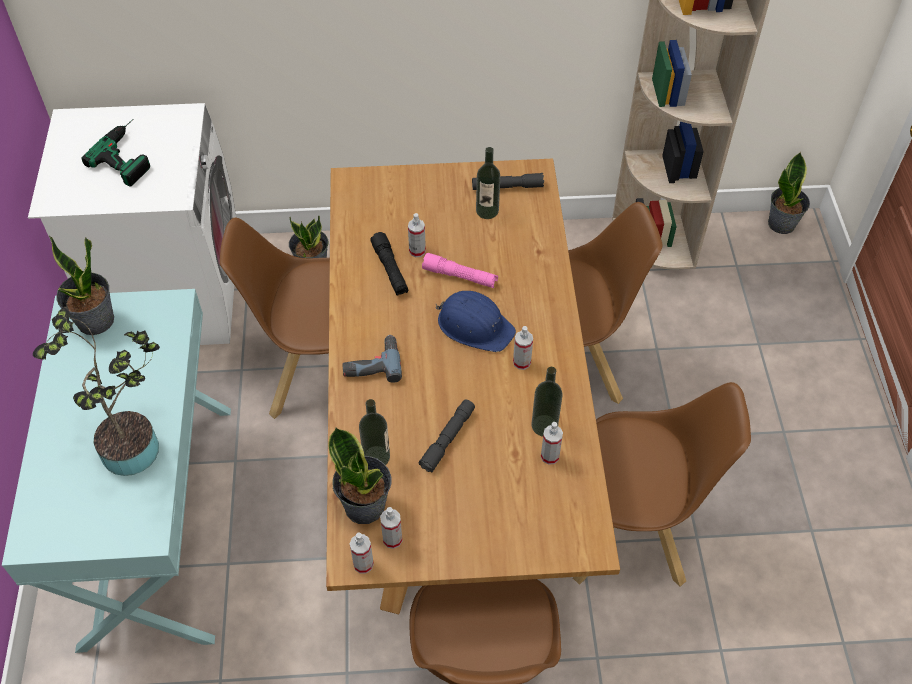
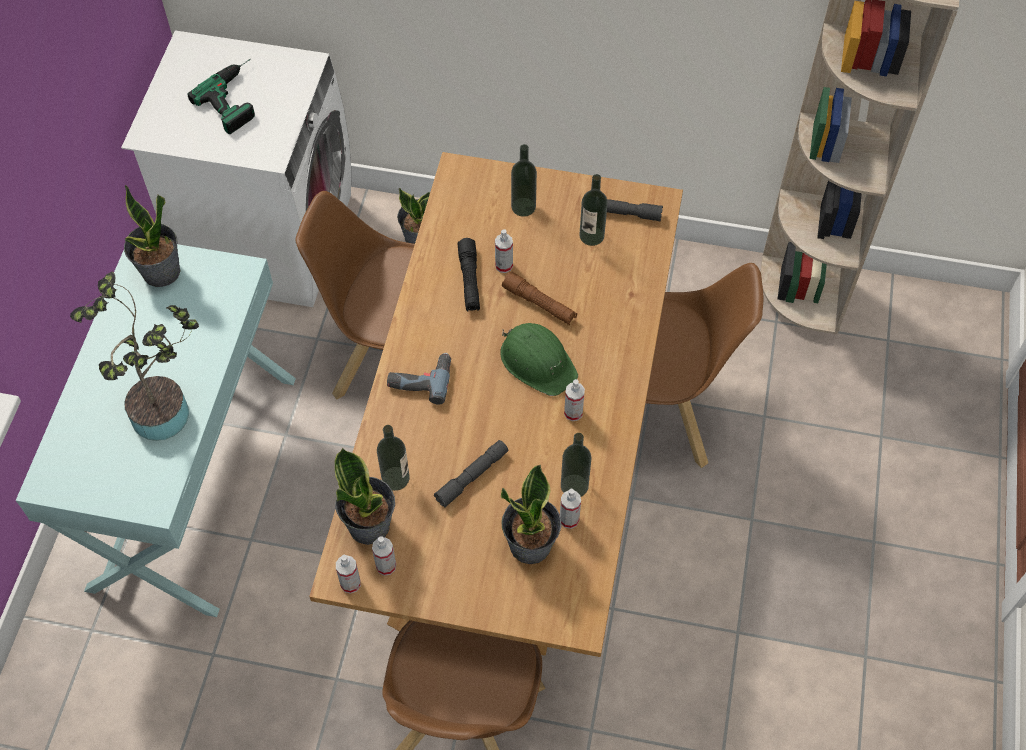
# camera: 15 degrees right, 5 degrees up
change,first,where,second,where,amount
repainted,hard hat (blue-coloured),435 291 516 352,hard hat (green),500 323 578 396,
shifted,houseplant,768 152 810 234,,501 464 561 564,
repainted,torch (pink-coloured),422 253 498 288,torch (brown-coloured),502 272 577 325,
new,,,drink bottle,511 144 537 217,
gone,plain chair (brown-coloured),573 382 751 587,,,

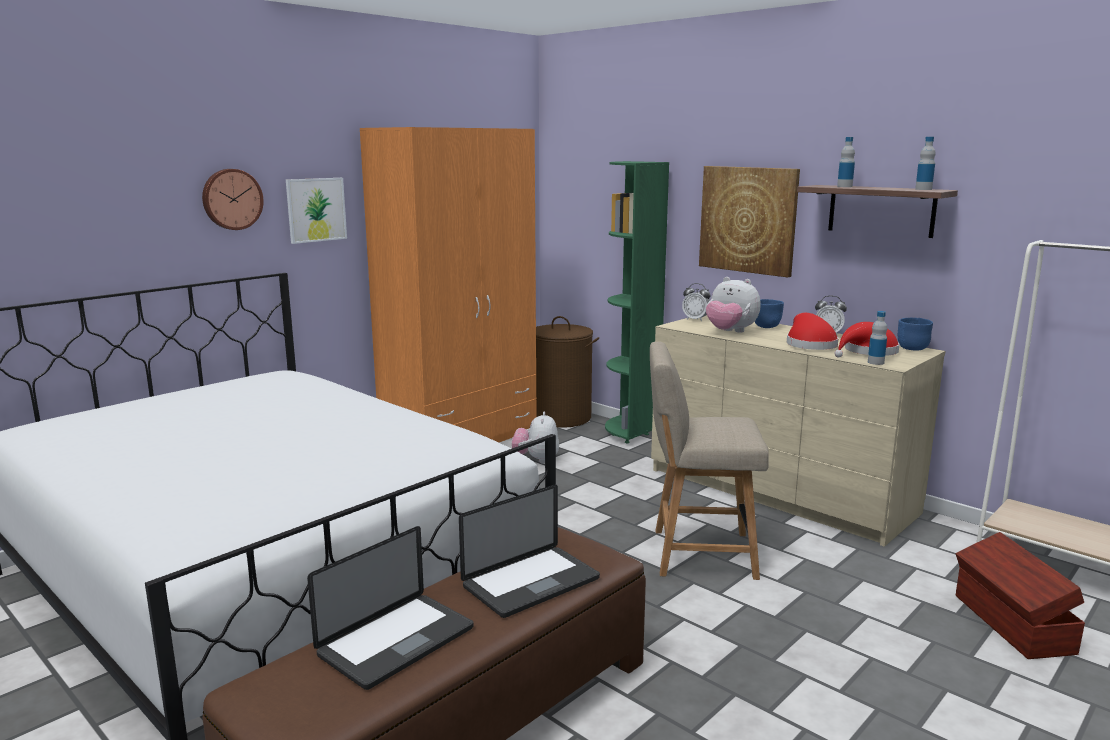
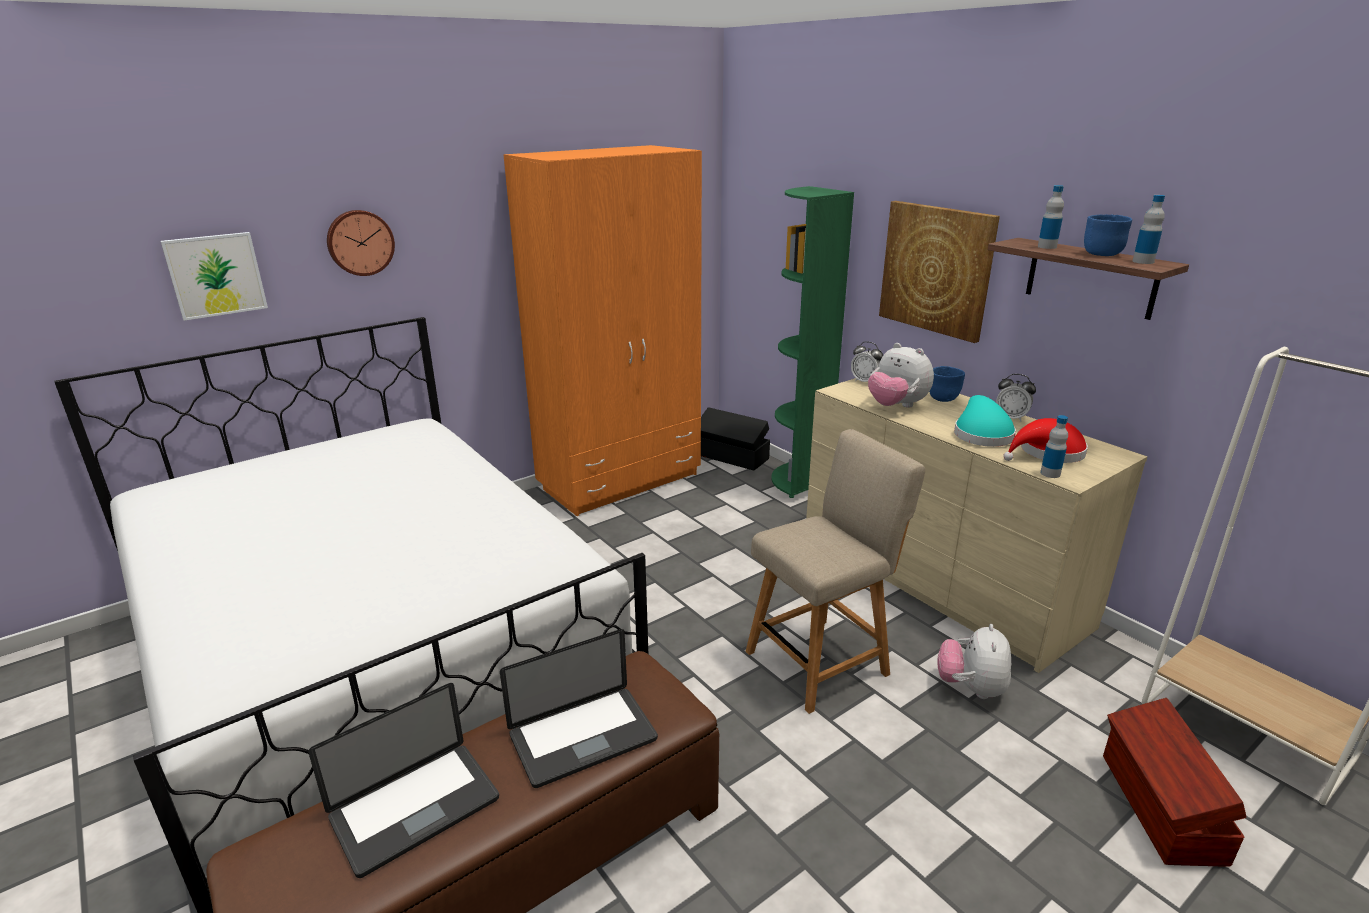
# camera: 10 degrees right, 10 degrees up
change,first,where,second,where,amount
shifted,picture,286 178 347 244,,161 232 268 321,
swapped,laundry basket (brown-coloured),536 316 599 428,storage bin (black-coloured),700 407 770 470,
rotated,plain chair (beige),650 342 769 580,,746 429 925 714,135 degrees clockwise
shifted,cuddly toy,512 412 559 463,,938 624 1011 699,
repainted,hat (reddish),787 313 838 350,hat (turquoise),954 395 1016 447,
shifted,serving bowl (blue-coloured),898 318 933 351,,1084 214 1132 256,

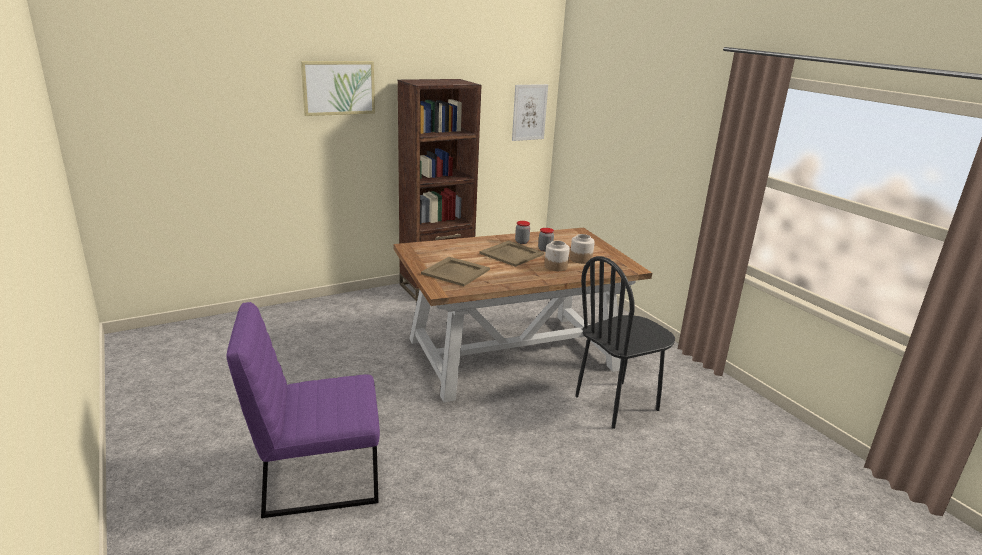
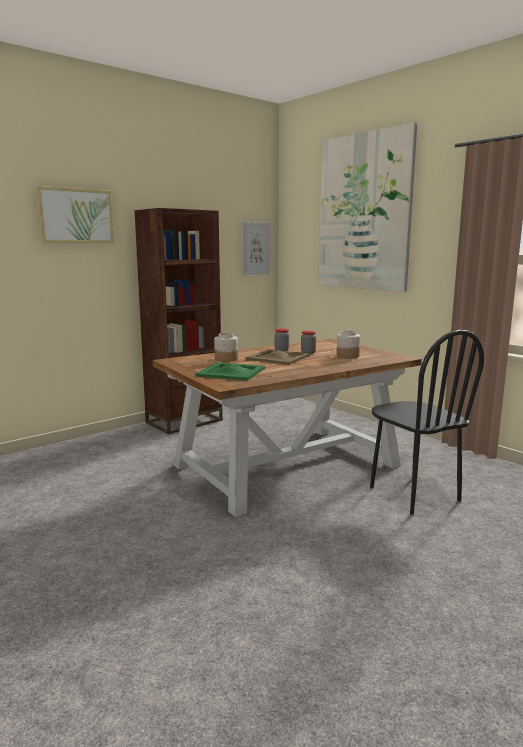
# camera: 10 degrees left, 10 degrees down
change,first,where,second,where,amount
repainted,tray (beige),421 257 490 286,tray (green),196 362 265 381,
shifted,jar,544 241 570 271,,214 333 238 362,
new,,,picture,318 122 417 292,
rotated,plain chair (black-coloured),575 256 675 429,,370 330 484 515,75 degrees counterclockwise
gone,plain chair (purple-coloured),226 302 380 518,,,

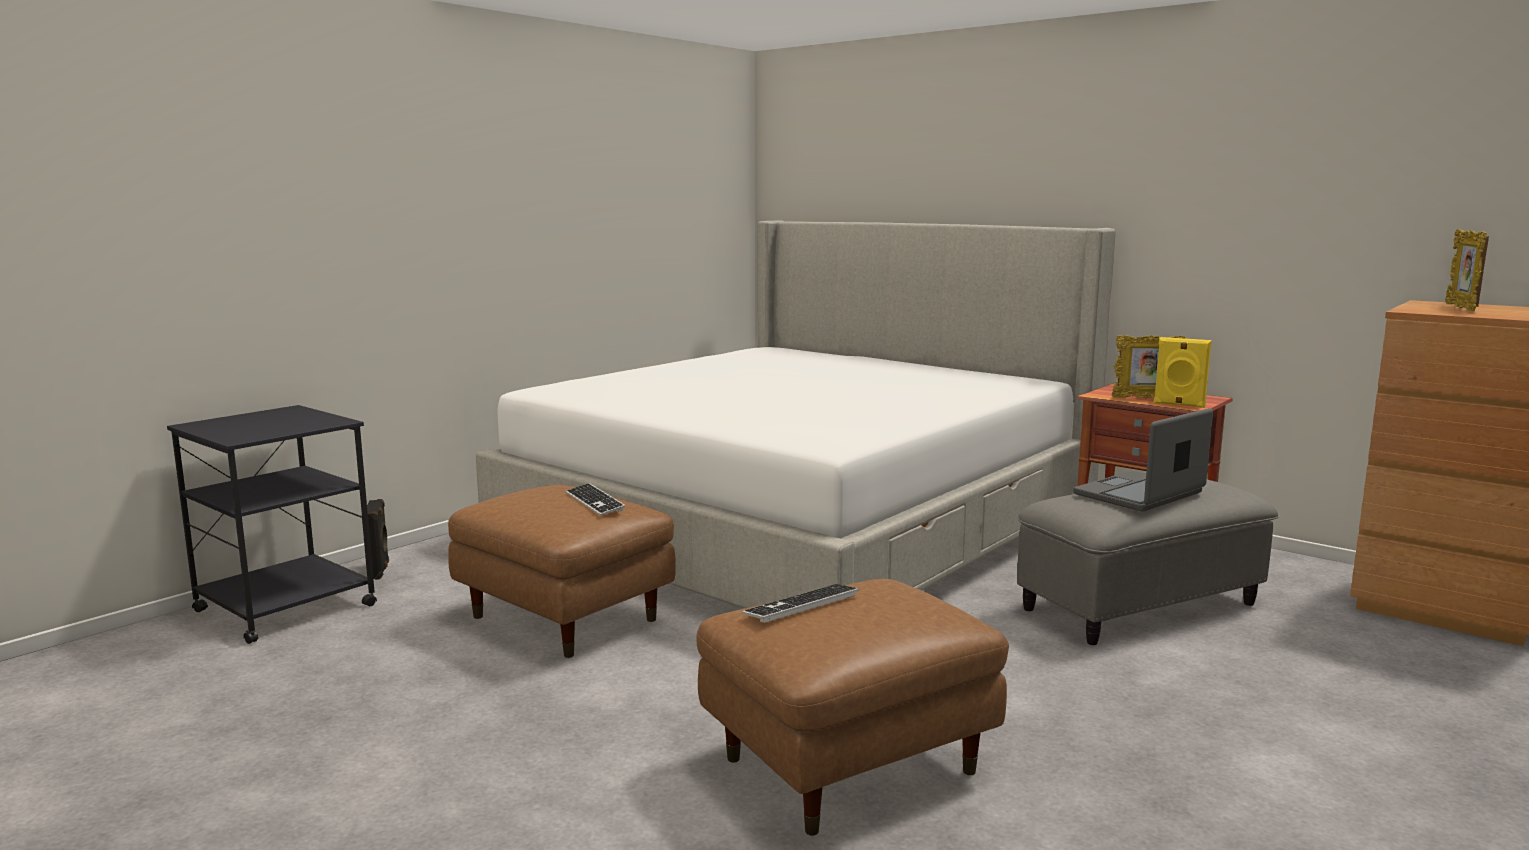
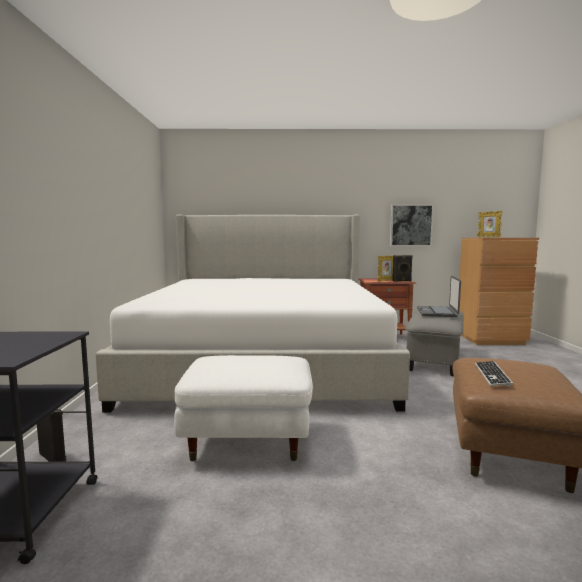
# camera: 40 degrees left, 5 degrees down
change,first,where,second,where,amount
repainted,footrest (brown-coloured),448 484 675 658,footrest (whitish),174 355 313 462,
new,,,picture,390 204 434 246,
repainted,audio speaker (yellowish),1154 337 1212 408,audio speaker (black-coloured),392 255 413 282,
gone,PC keyboard,566 483 625 516,,,

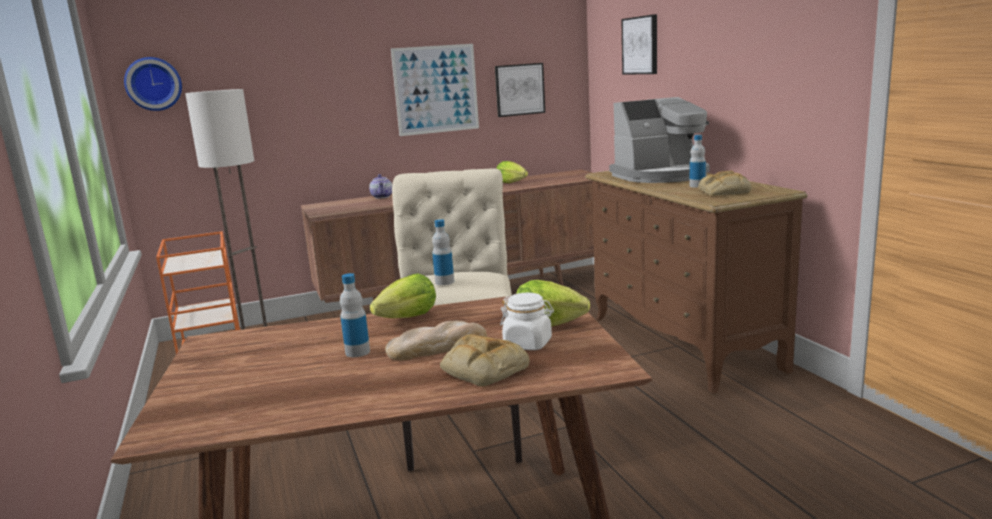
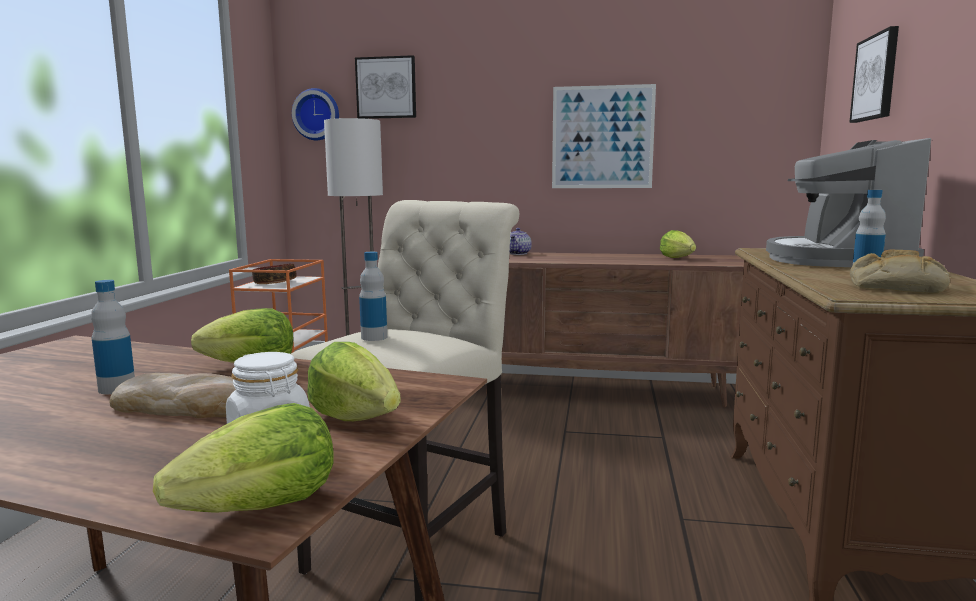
# camera: 30 degrees right, 5 degrees down
change,first,where,second,where,amount
new,,,lettuce head,153 403 334 513,
new,,,serving bowl,252 263 297 284,
shifted,picture,495 63 545 117,,355 55 416 119,
rotated,coffee brewer,609 97 710 183,,766 138 931 267,90 degrees clockwise
gone,baked bread,440 334 530 387,,,

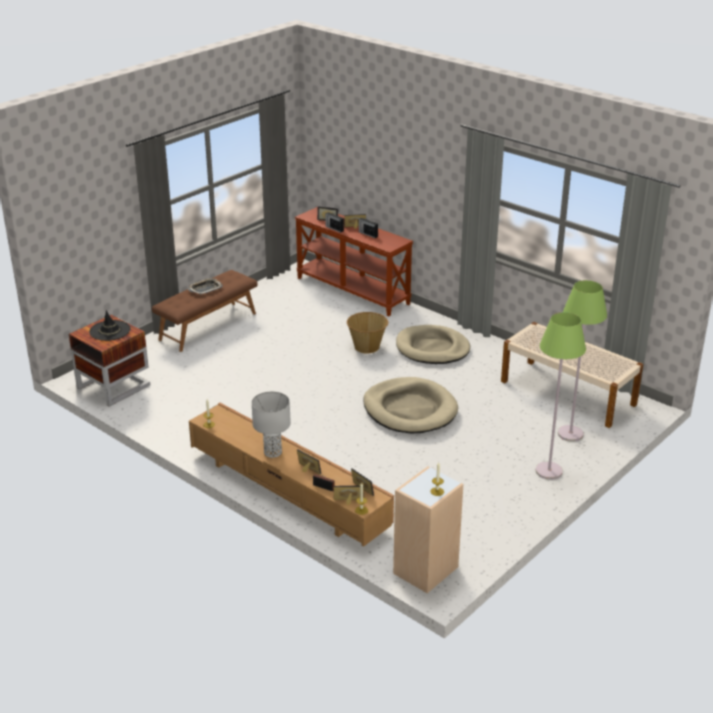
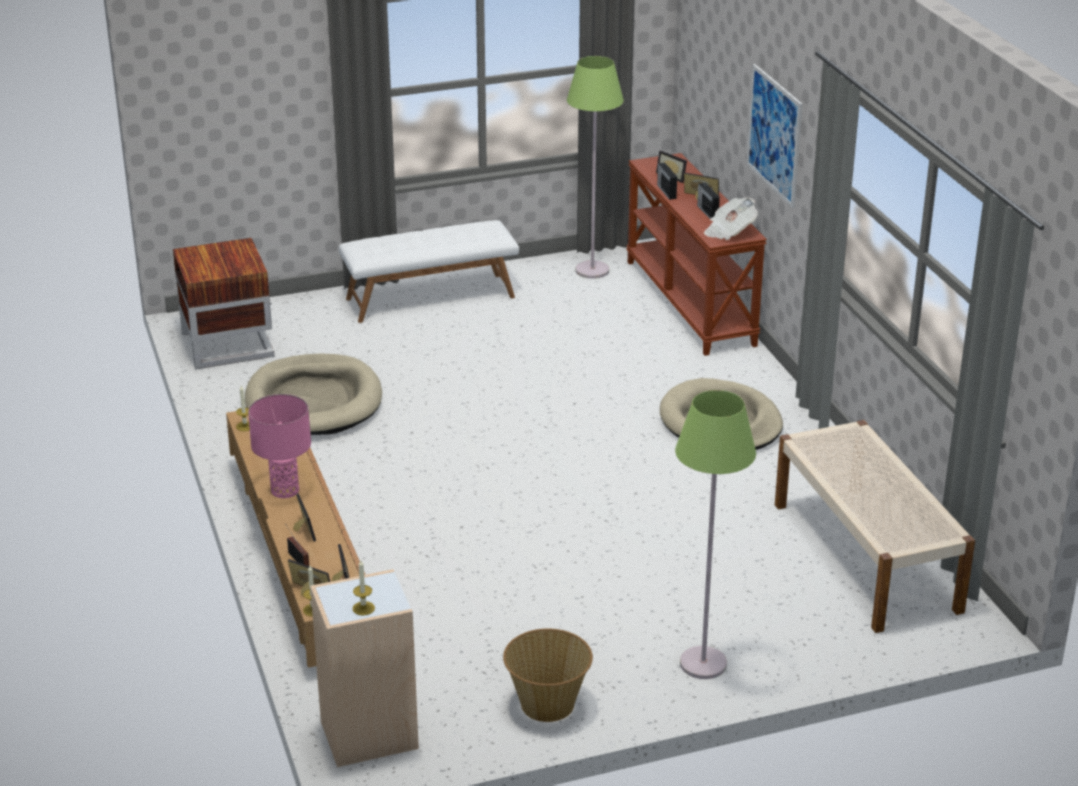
# camera: 30 degrees right, 0 degrees up
change,first,where,second,where,amount
shifted,pet bed (beige),363 377 458 433,,245 353 382 435,
repainted,lamp for a table (whitish),252 391 291 458,lamp for a table (pink-coloured),248 394 311 498,
repainted,long seat (brown-coloured),152 270 258 352,long seat (whitish),339 220 519 323,
shifted,basket,347 312 388 353,,503 629 593 722,
shifted,floor lamp (green),558 280 607 442,,567 56 624 279,
new,,,newspaper,704 198 758 240,
new,,,picture,746 64 802 208,
gone,hat (black-coloured),89 310 131 341,,,
gone,tray,188 278 223 295,,,

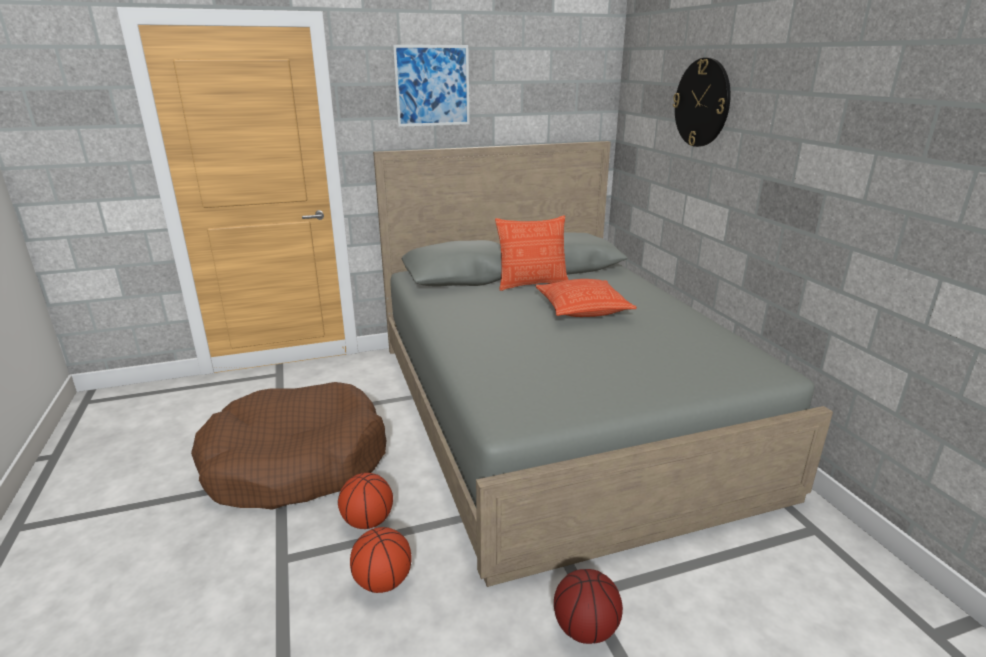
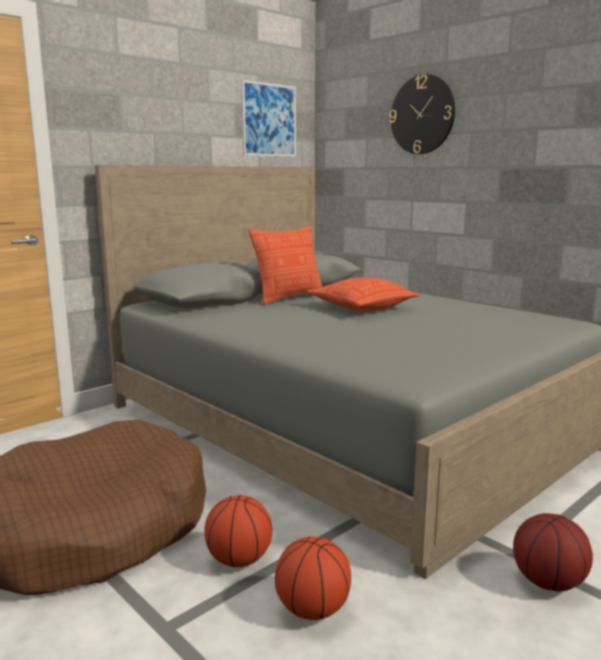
# camera: 25 degrees left, 10 degrees down
change,first,where,second,where,amount
shifted,picture,393 45 470 127,,241 80 296 157,

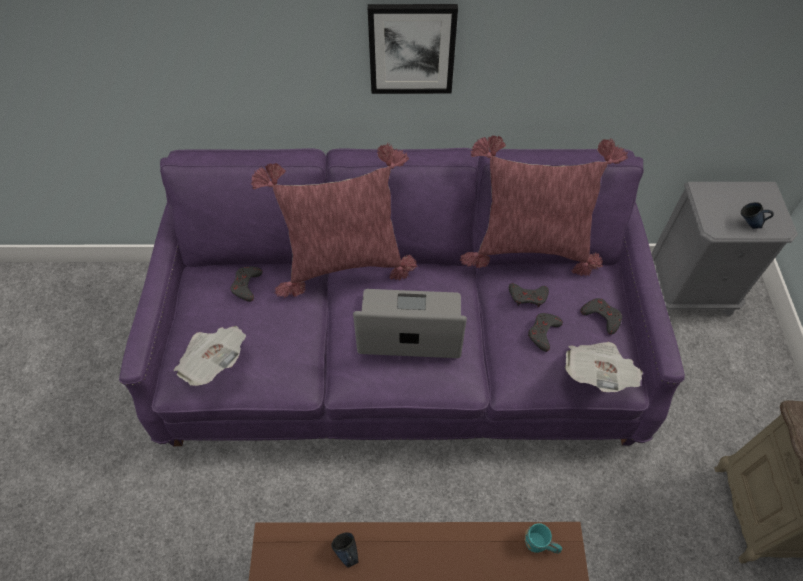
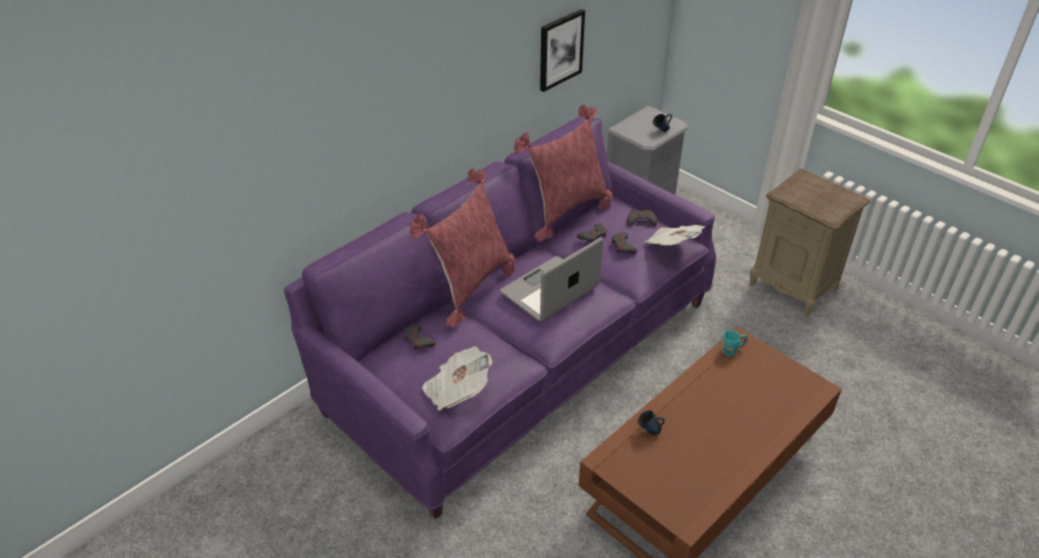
# camera: 45 degrees left, 15 degrees down
change,first,where,second,where,amount
shifted,picture,368 4 458 94,,540 9 585 92,

